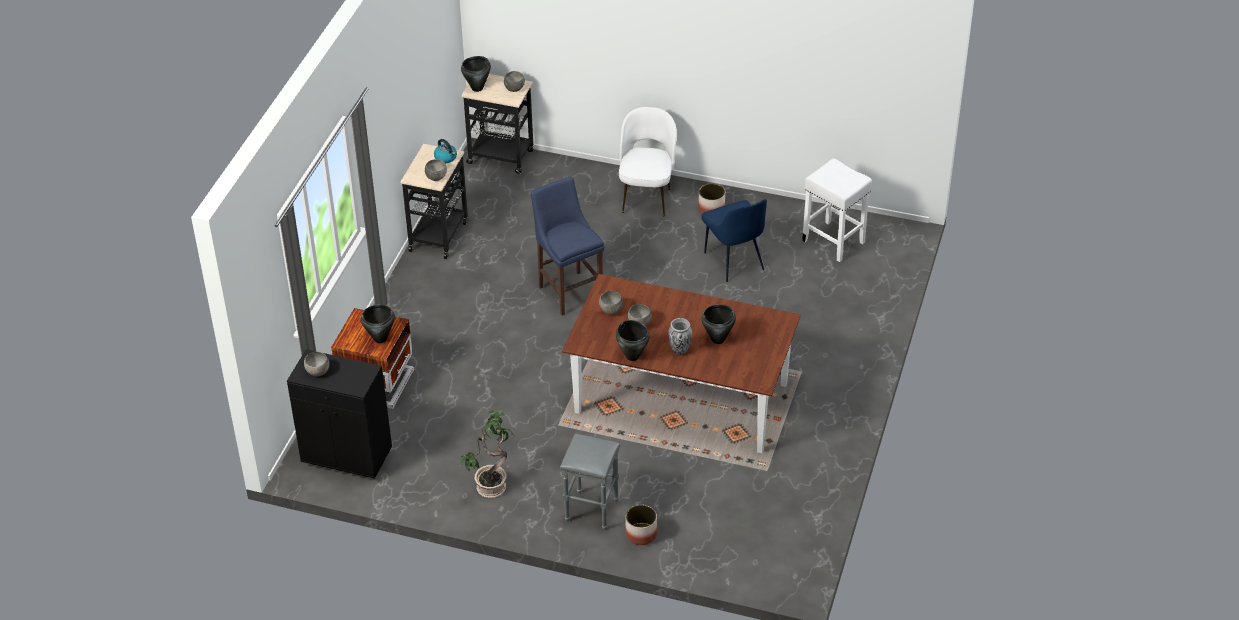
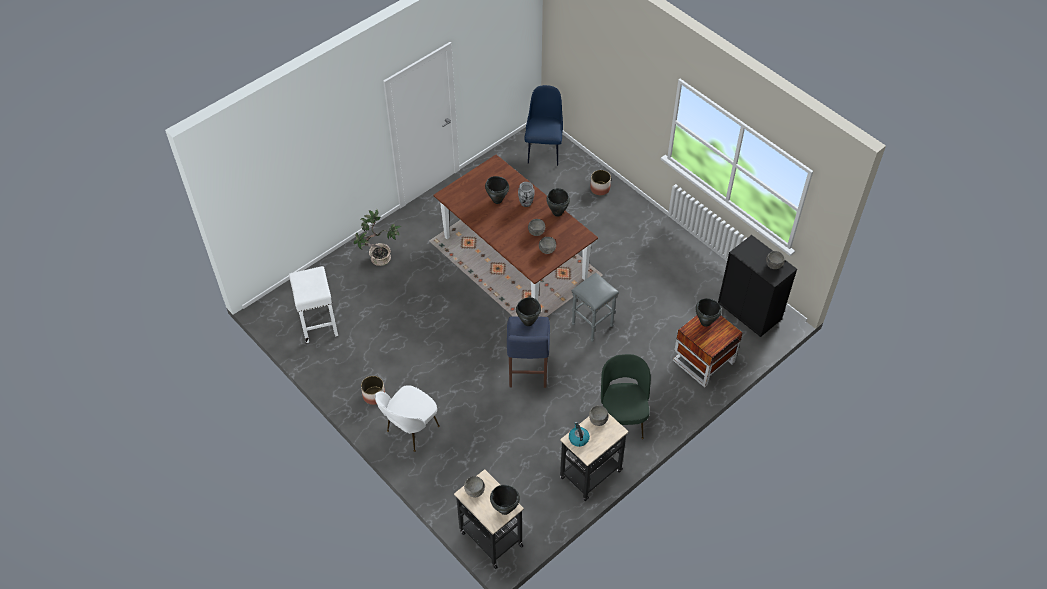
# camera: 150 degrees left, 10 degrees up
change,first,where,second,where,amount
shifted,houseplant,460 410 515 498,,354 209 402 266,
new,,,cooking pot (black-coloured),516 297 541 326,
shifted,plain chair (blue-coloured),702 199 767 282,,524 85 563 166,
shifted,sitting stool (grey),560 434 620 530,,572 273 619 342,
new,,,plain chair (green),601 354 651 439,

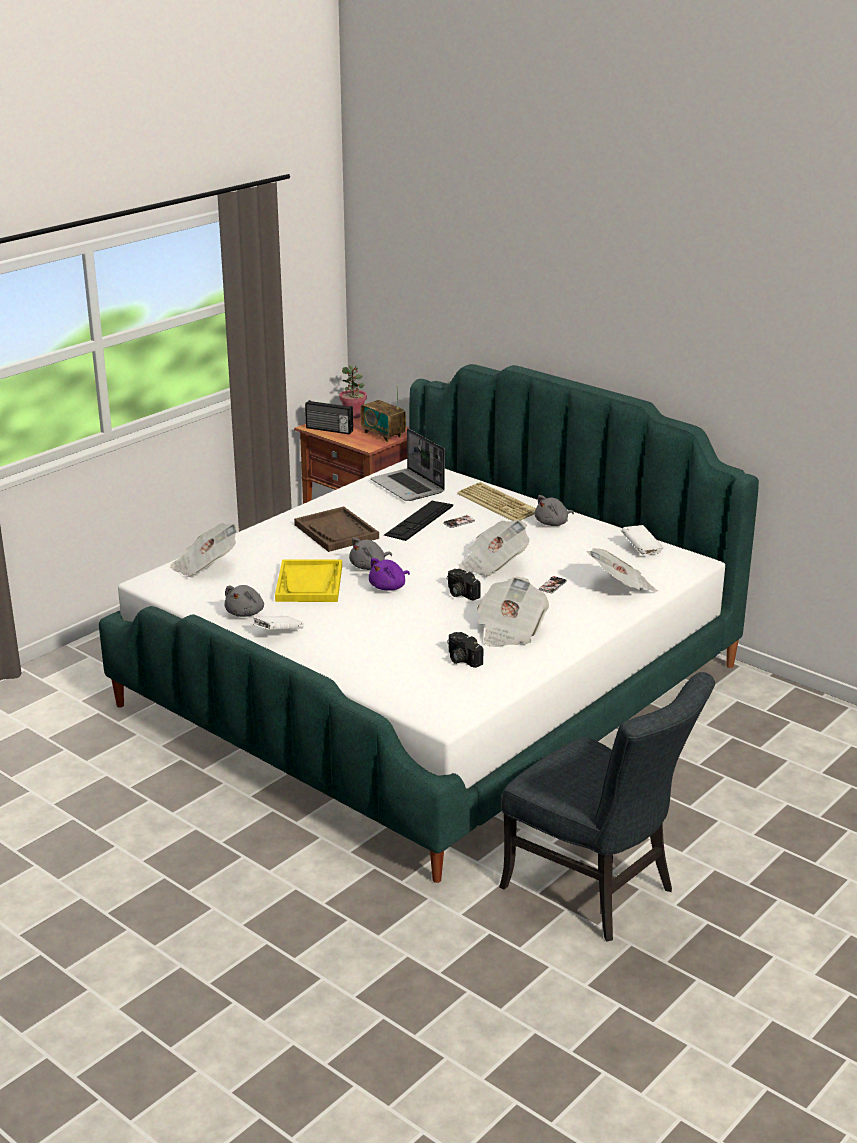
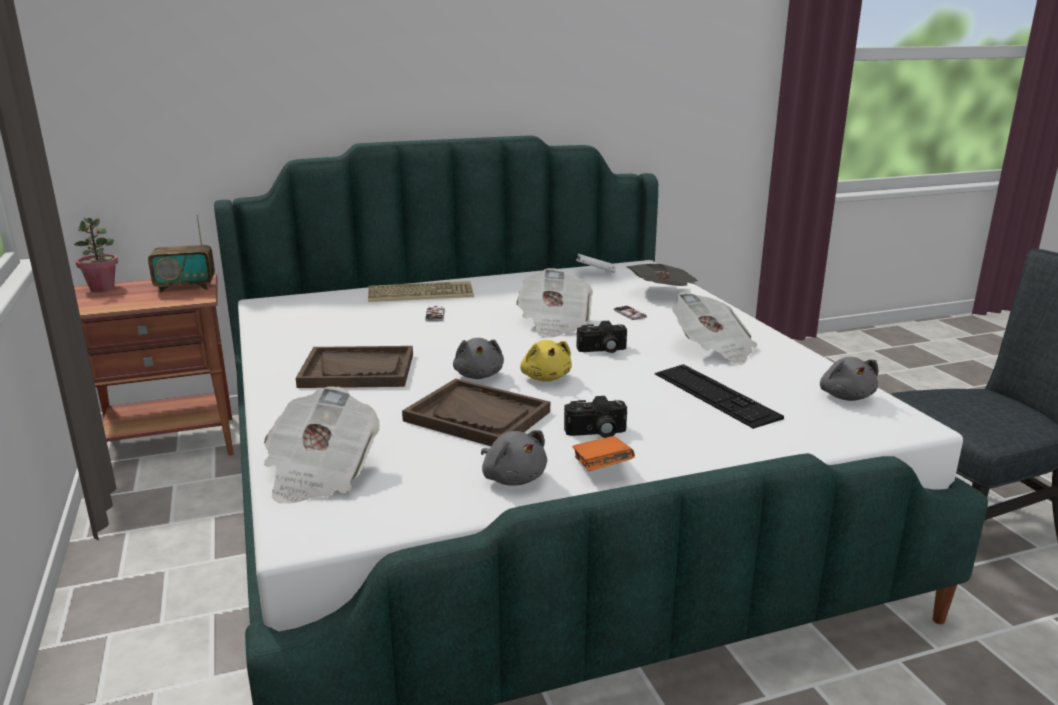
# camera: 60 degrees left, 5 degrees down
change,first,where,second,where,amount
repainted,tray (yellowish),275 559 342 602,tray (brown-coloured),402 378 550 446,
repainted,cuddly toy (purple-coloured),369 558 410 591,cuddly toy (yellowish),520 340 572 382,
shifted,still camera,447 632 484 668,,564 396 627 438,
repainted,book (whitish),253 616 304 630,book (orangey),572 436 635 471,
shifted,PC keyboard,384 501 453 541,,655 364 784 429,
shifted,cuddly toy (grey),535 495 574 526,,820 357 879 401,
gone,radio set,305 400 353 434,,,
gone,laptop,370 428 445 501,,,

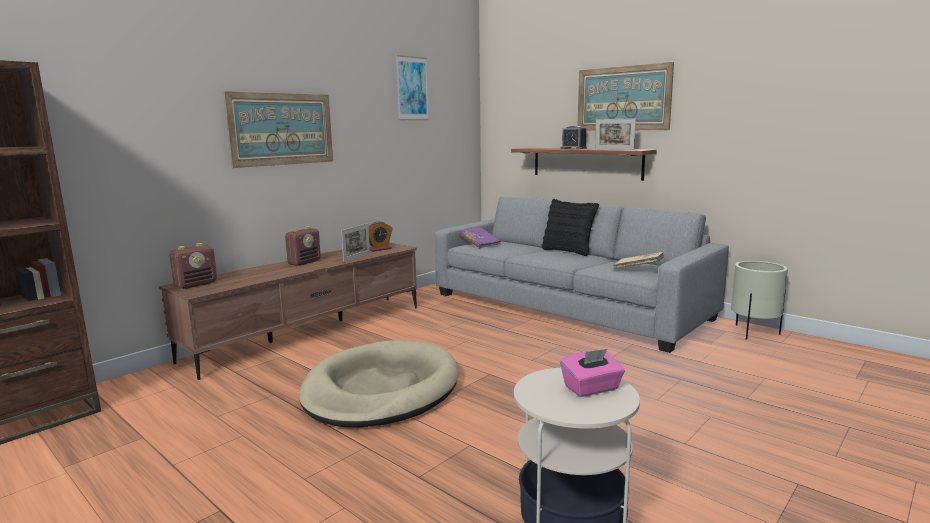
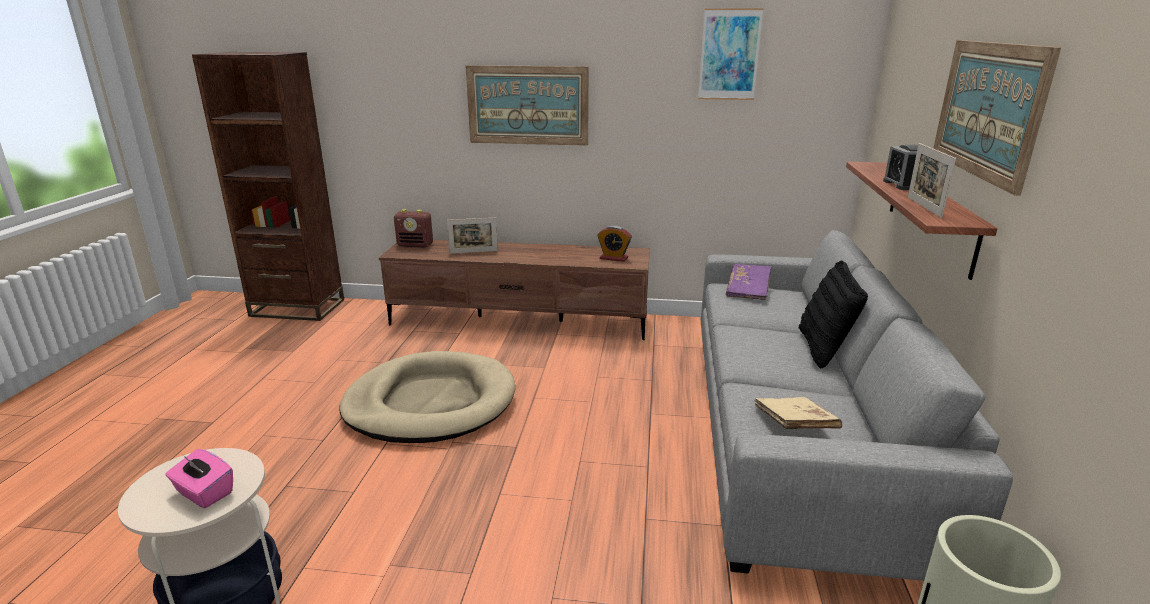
# camera: 55 degrees right, 10 degrees up
change,first,where,second,where,amount
shifted,picture frame,341 223 370 263,,447 218 498 254,
gone,radio set,285 226 321 266,,,

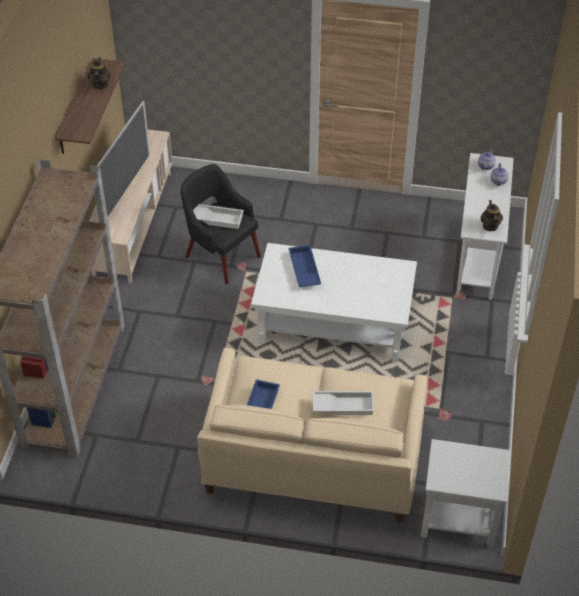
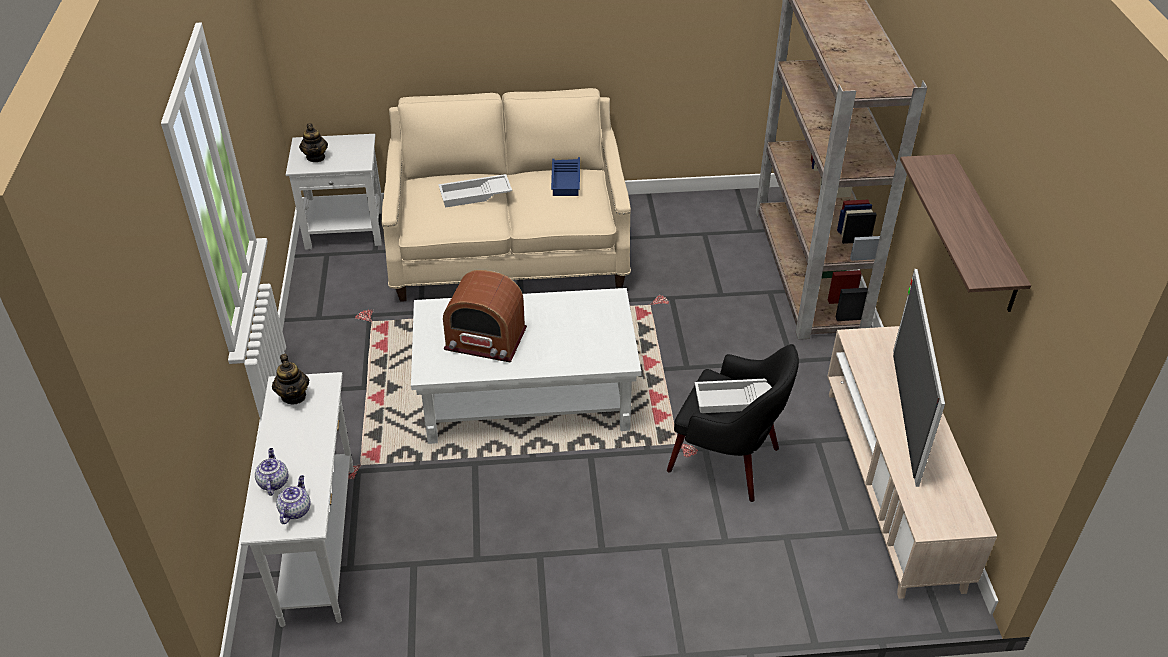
# camera: 165 degrees right, 5 degrees down
change,first,where,second,where,amount
shifted,teapot,87 57 111 89,,299 123 328 162,
new,,,radio set,443 270 527 363,
gone,tray (blue-coloured),288 245 321 287,,,

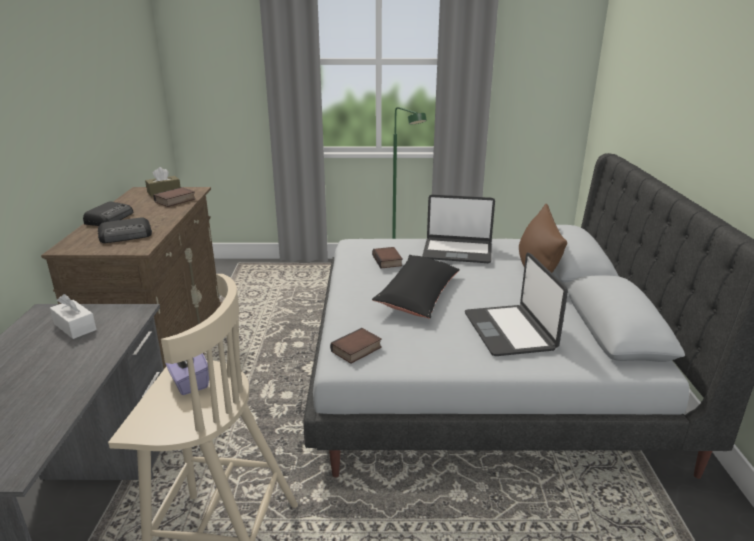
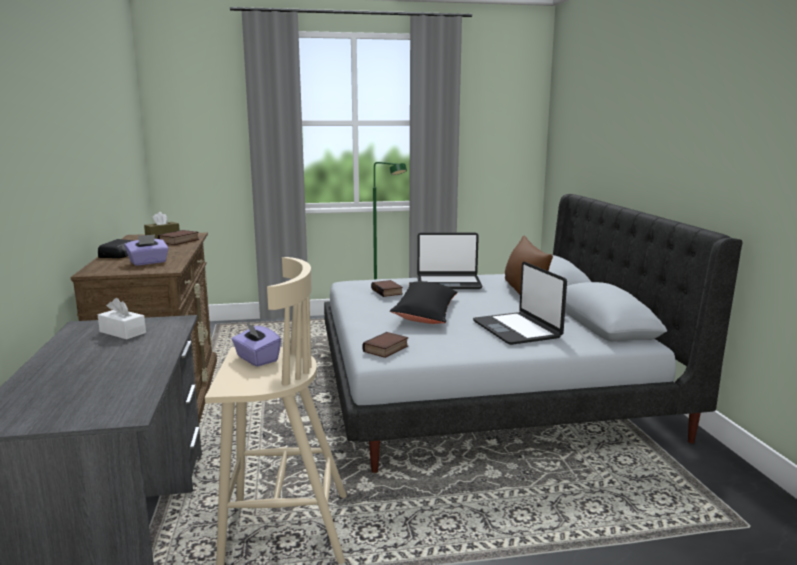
# camera: 10 degrees left, 10 degrees down
change,first,where,second,where,amount
swapped,radio set,98 217 152 243,tissue holder (purple-coloured),125 234 169 266,

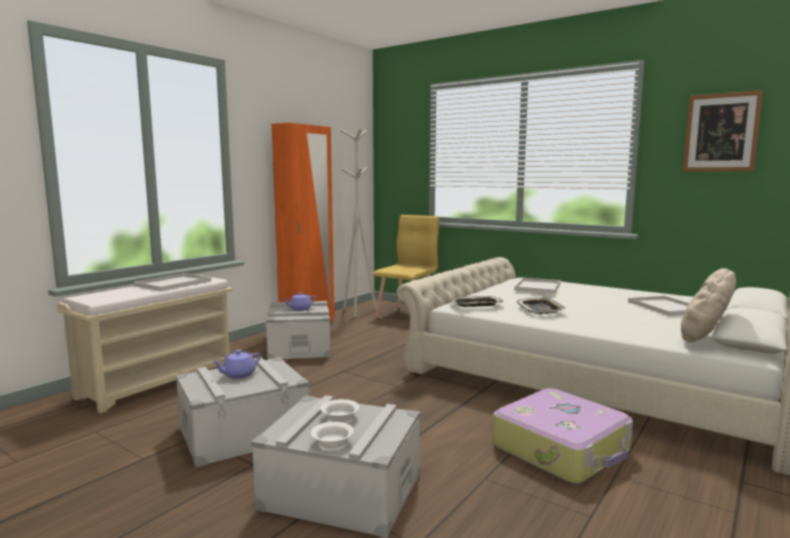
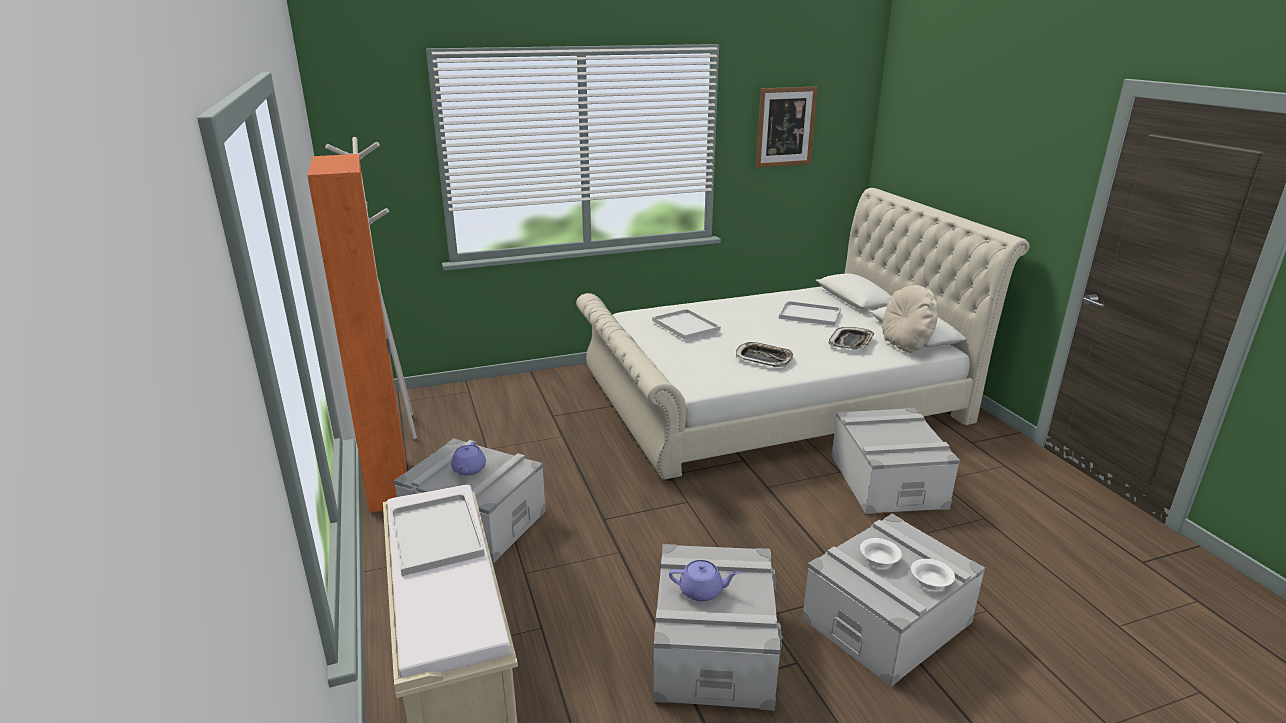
# camera: 55 degrees left, 15 degrees up
change,first,where,second,where,amount
rotated,teapot (purple-coloured),213 350 261 378,,669 560 739 602,75 degrees counterclockwise
shifted,tray,450 296 504 307,,829 327 874 349,
swapped,suitcase,492 388 633 484,storage bin (grey),831 408 960 514,
gone,plain chair (yellowish),373 215 439 317,,,

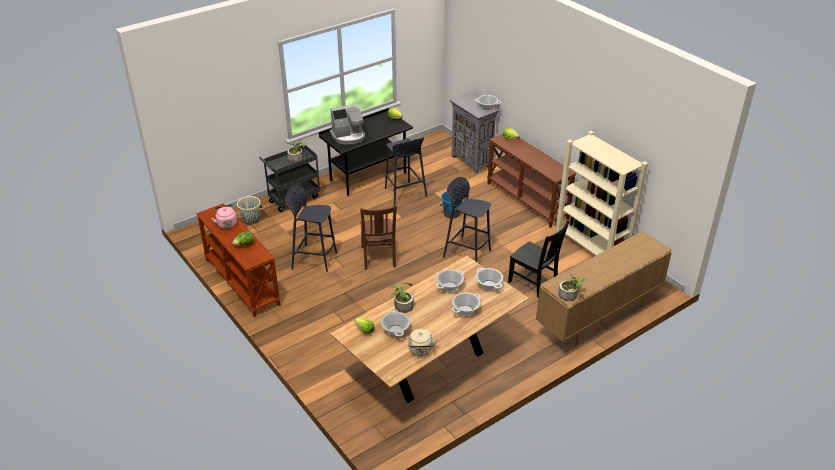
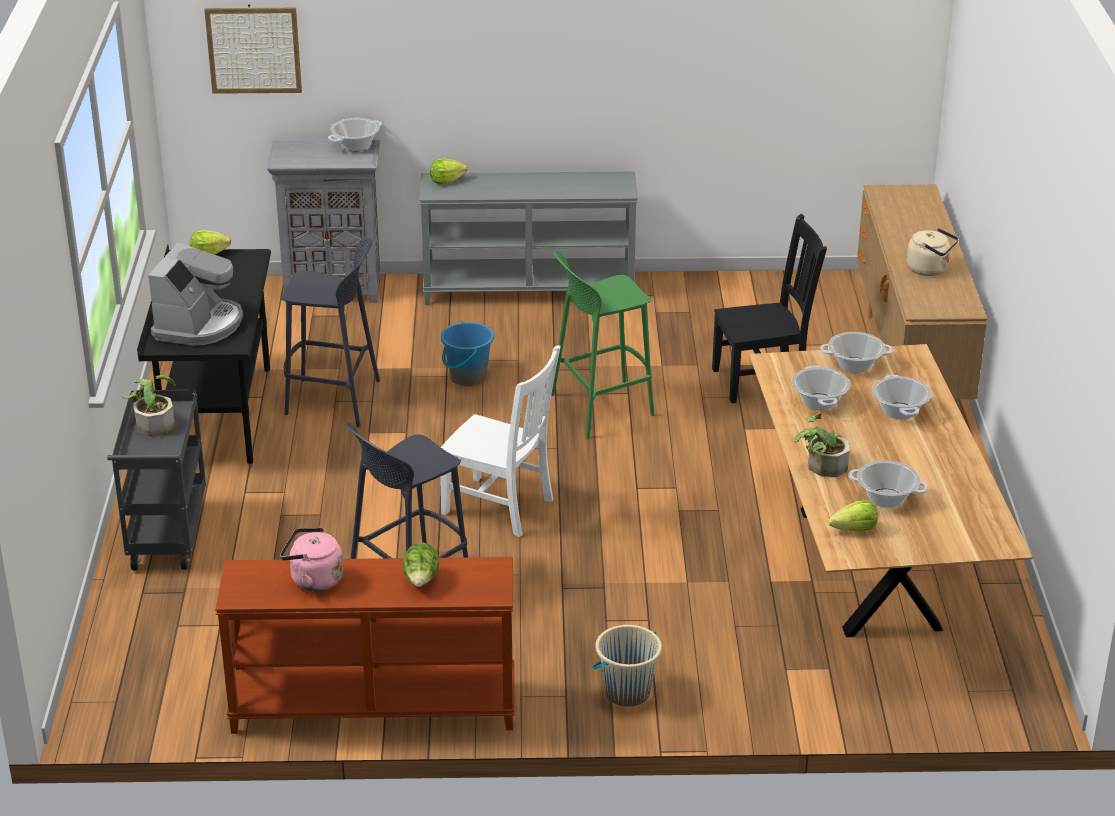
# camera: 55 degrees left, 5 degrees down
change,first,where,second,where,amount
new,,,picture,204 5 302 94,
repainted,narrow table (brown-coloured),487 134 577 228,narrow table (grey),419 171 638 305,
repainted,plain chair (brown-coloured),360 205 397 270,plain chair (whitish),440 345 561 537,
repainted,sitting stool (grey),443 177 491 262,sitting stool (green),551 251 655 439,
shifted,pail (beige),236 196 263 225,,593 625 662 707,
shifted,water kettle (beige),408 329 438 356,,907 228 959 276,
gone,shelving unit (beige),555 131 648 256,,,
gone,houseplant,558 274 585 301,,,

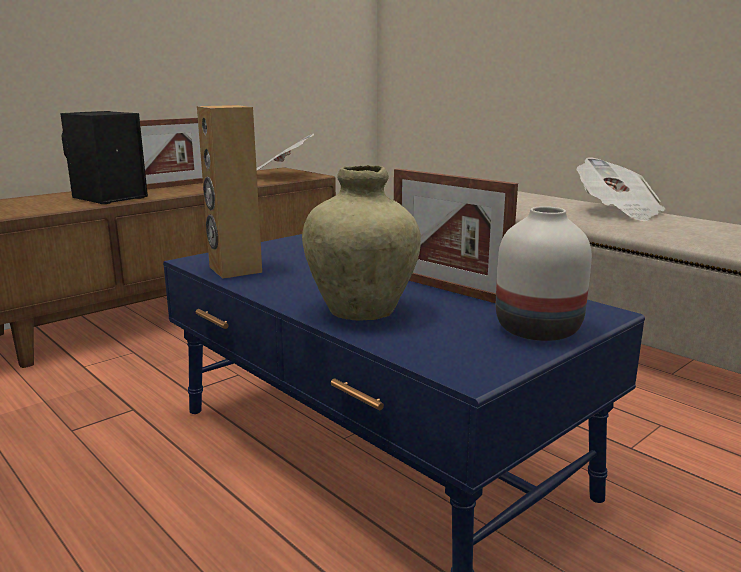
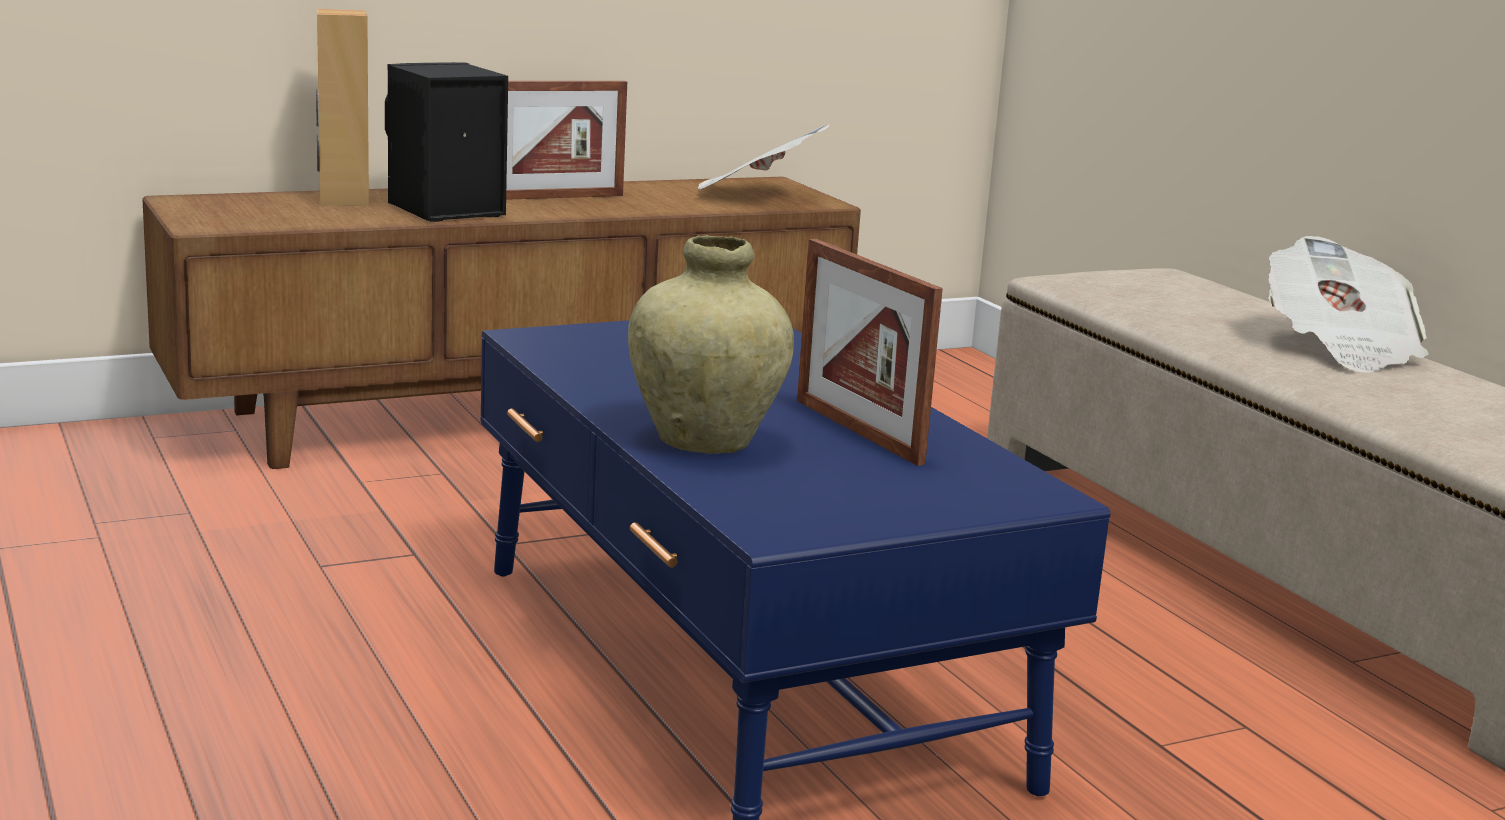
# camera: 15 degrees right, 0 degrees up
change,first,where,second,where,amount
shifted,audio speaker (brown-coloured),197 105 262 279,,316 9 369 206,
gone,decorative vase (whitish),496 206 592 341,,,

